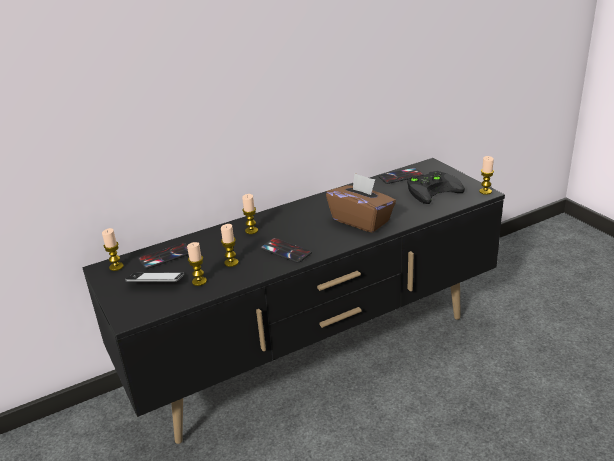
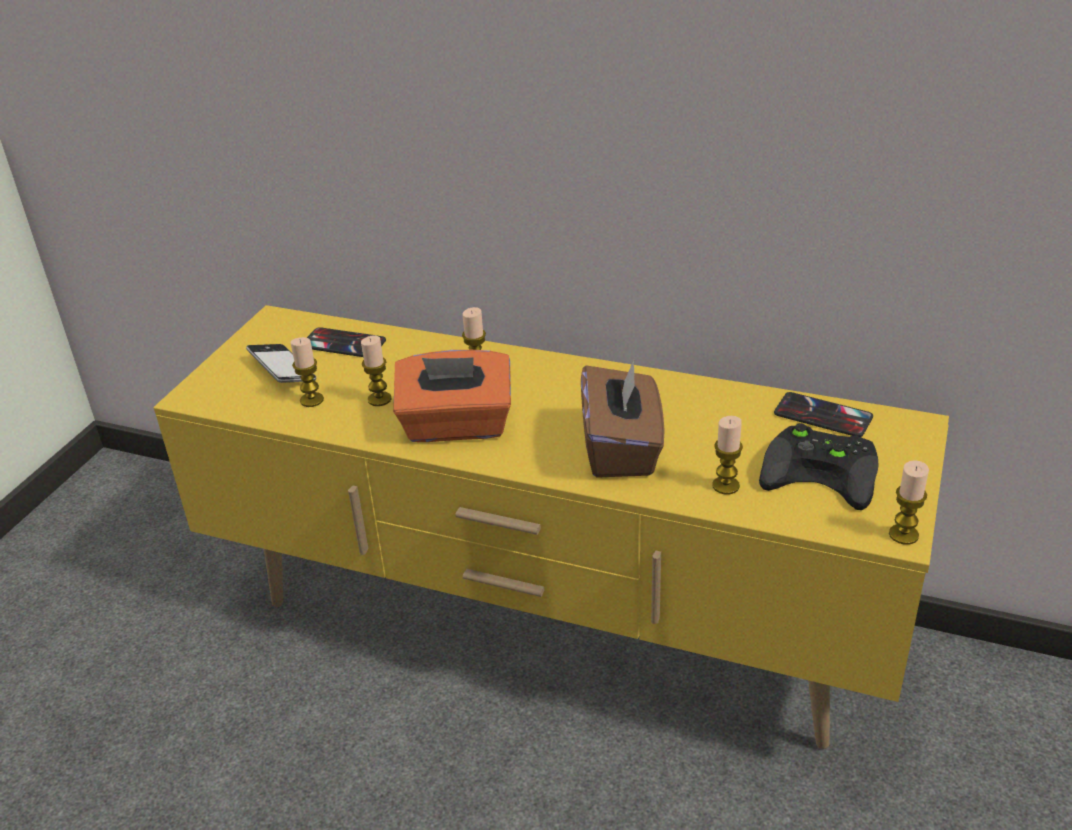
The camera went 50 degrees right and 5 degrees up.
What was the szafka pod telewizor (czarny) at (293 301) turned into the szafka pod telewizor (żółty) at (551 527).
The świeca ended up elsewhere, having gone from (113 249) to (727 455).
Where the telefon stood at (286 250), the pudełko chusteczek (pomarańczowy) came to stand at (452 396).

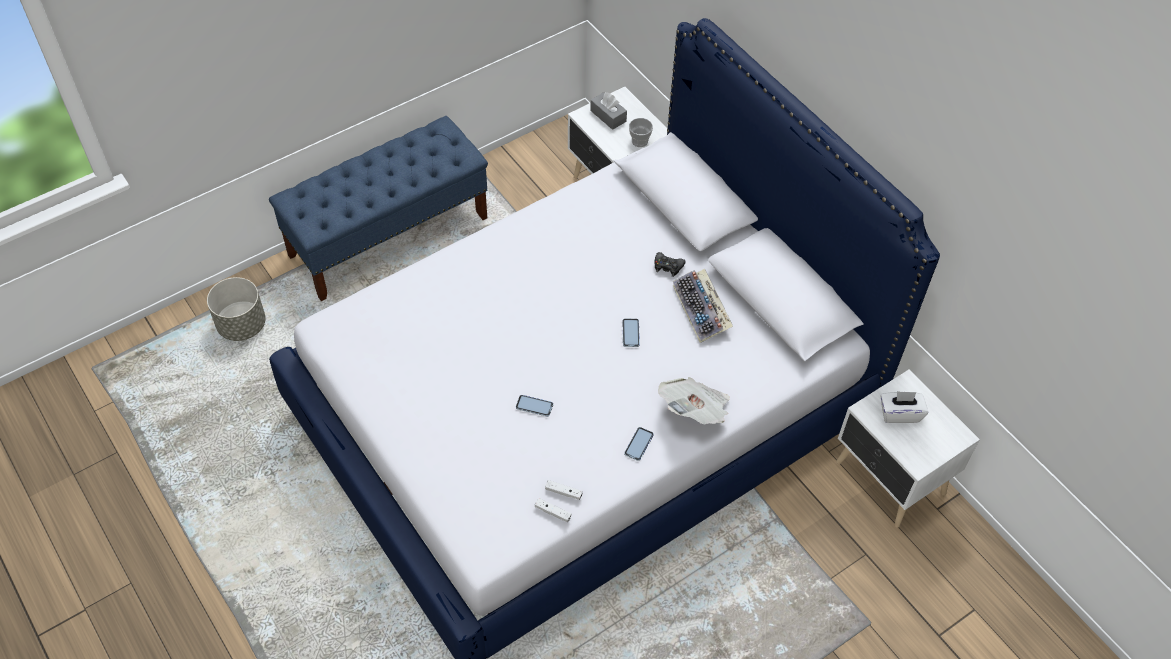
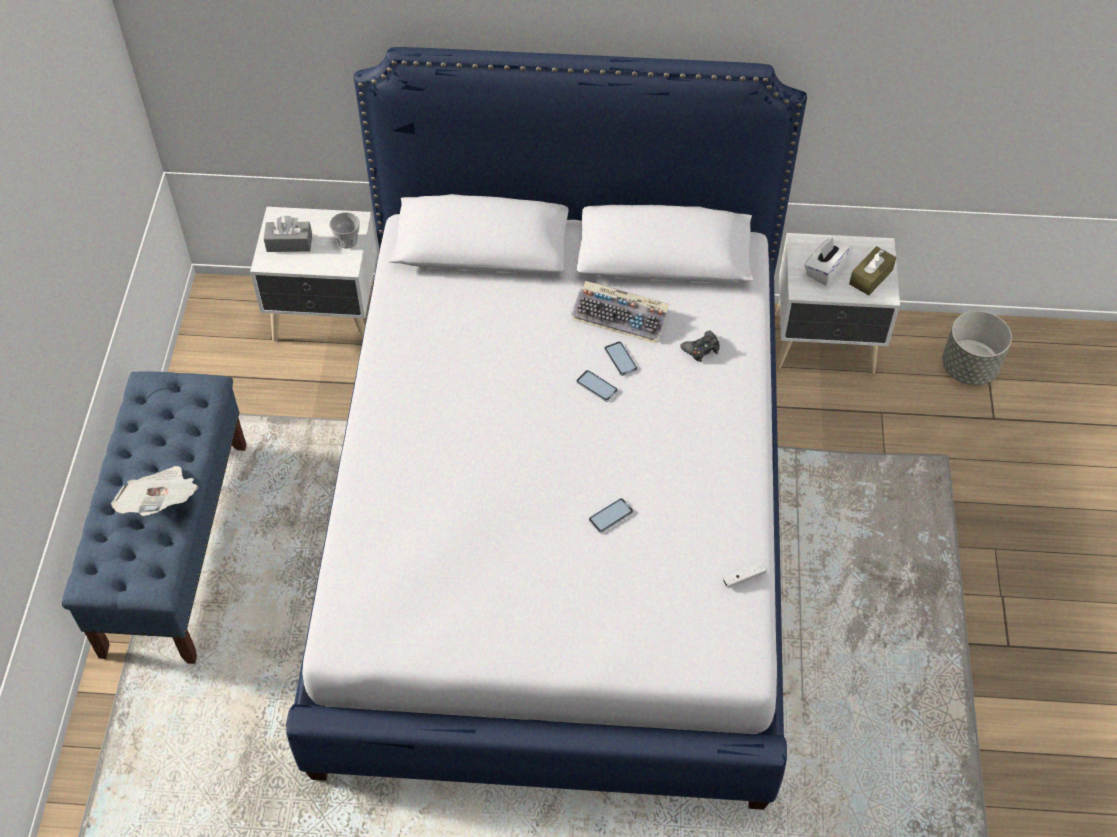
The camera went 50 degrees left and 0 degrees up.
The donica (szary) ended up elsewhere, having gone from (236 309) to (977 348).
The second view lost the pad do gier (biały) at (564 490).
The telefon ended up elsewhere, having gone from (639 444) to (621 358).
The pad do gier (czarny) ended up elsewhere, having gone from (670 264) to (700 346).
The gazeta ended up elsewhere, having gone from (694 400) to (155 491).
The second view gained the pudełko chusteczek (brązowy) at (872 270).

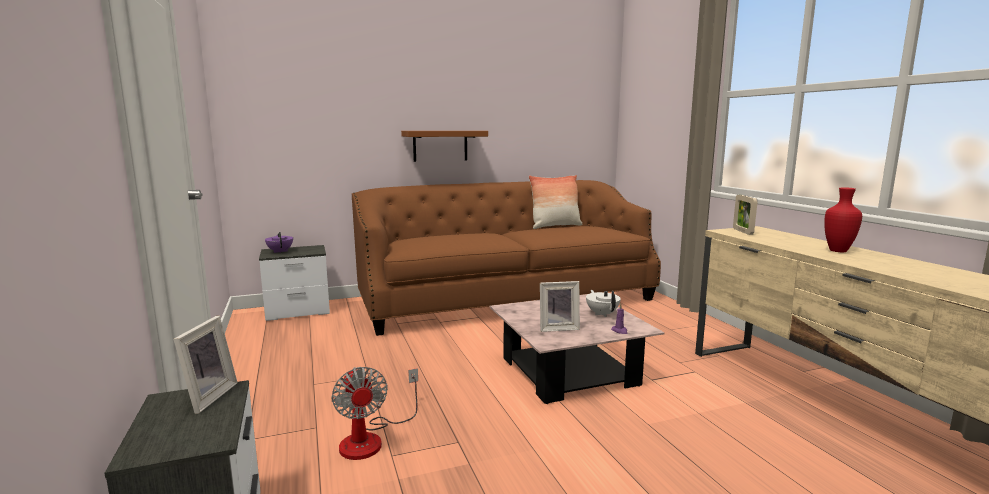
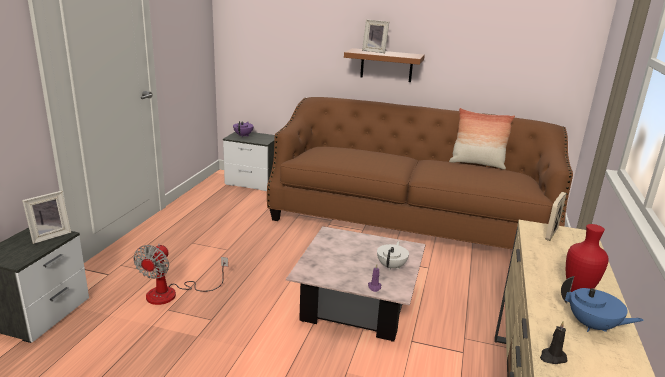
The camera went 35 degrees right and 10 degrees up.
The ramka na zdjęcie ended up elsewhere, having gone from (560 306) to (375 36).
The second view gained the świeca (czarny) at (554 342).
The second view gained the imbryk (niebieski) at (602 304).

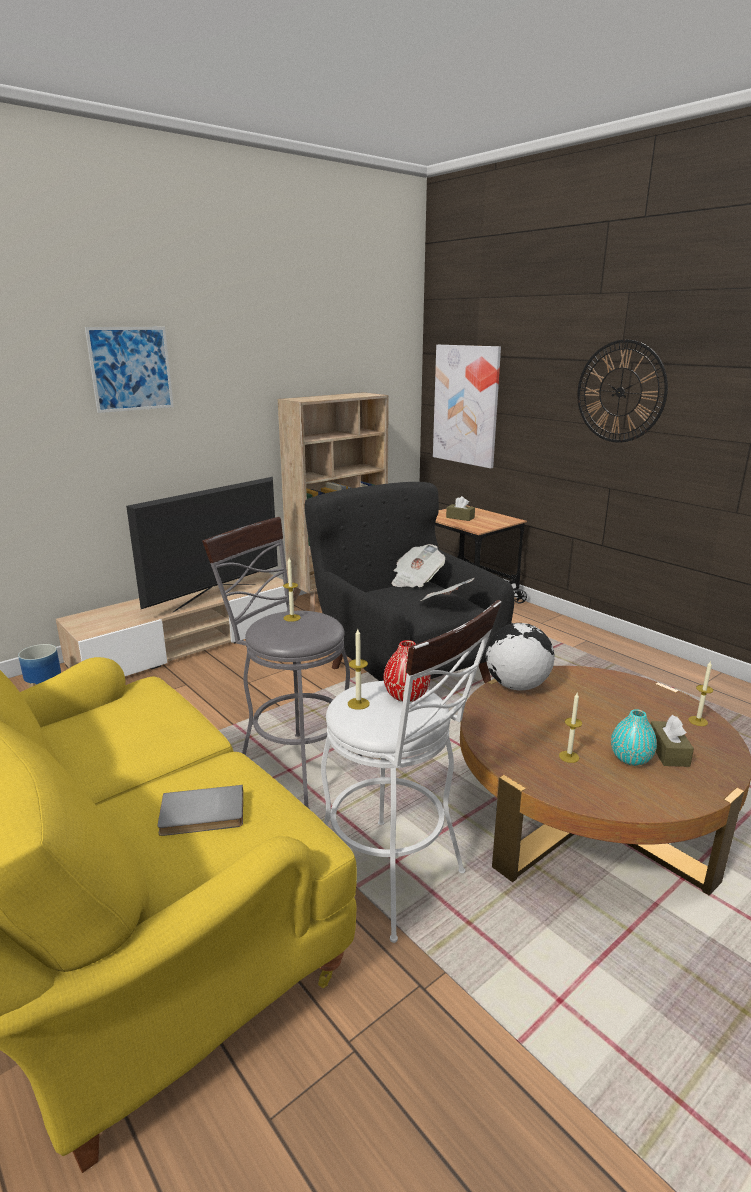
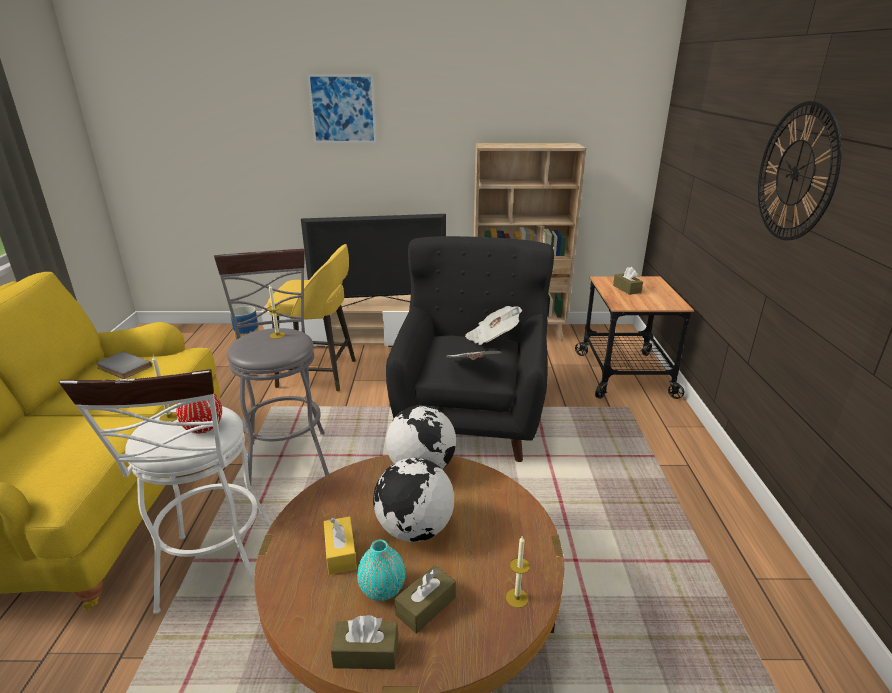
The camera went 40 degrees right and 5 degrees up.
The książka (szary) ended up elsewhere, having gone from (200 810) to (124 365).
The second view lost the obraz at (467 407).
Where the świeca stood at (570 728), the pudełko chusteczek (żółty) came to stand at (340 546).
The second view gained the stołek (żółty) at (312 318).
The second view gained the pudełko chusteczek (brązowy) at (364 642).
The second view gained the globus at (413 500).

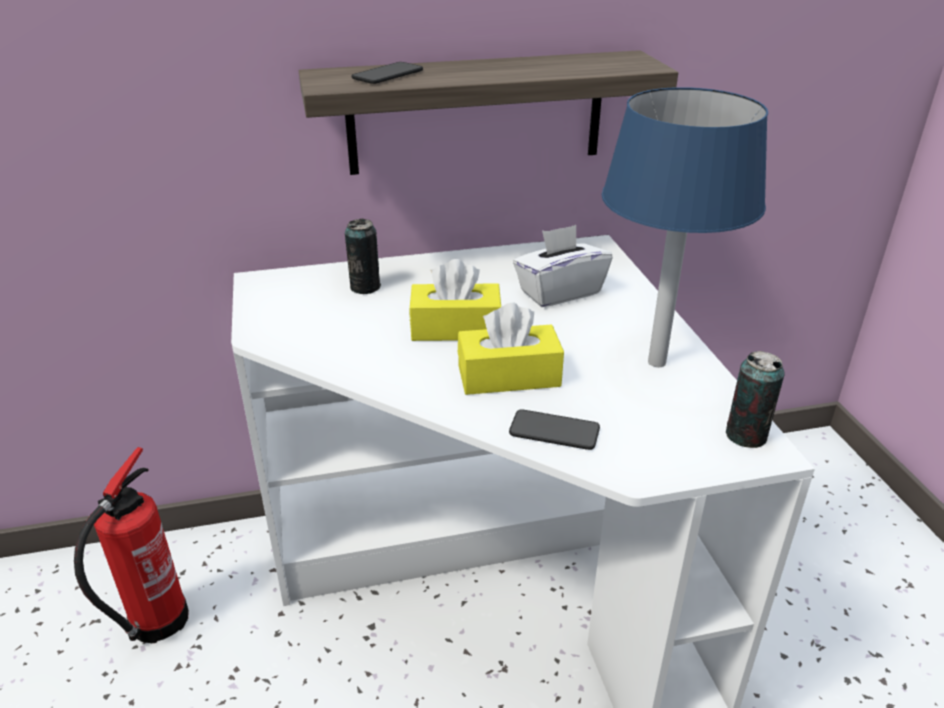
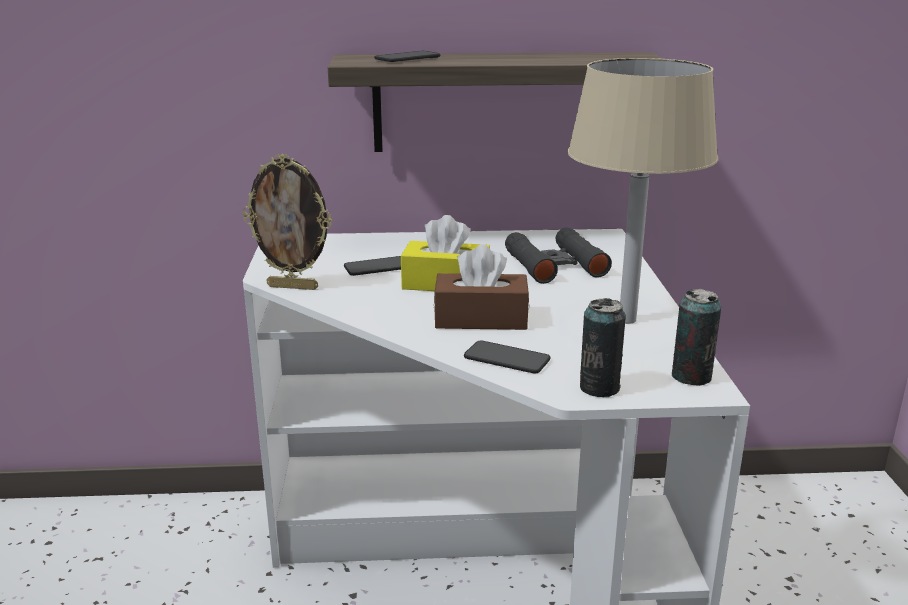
The camera went 10 degrees right and 10 degrees down.
The second view lost the gaśnica at (131 545).
The puszka ended up elsewhere, having gone from (363 256) to (603 347).
What was the pudełko chusteczek (żółty) at (511 348) turned into the pudełko chusteczek (brązowy) at (481 287).
Where the pudełko chusteczek (biały) stood at (563 266), the lornetka (czarny) came to stand at (558 255).
What was the lampa stołowa (niebieski) at (685 227) turned into the lampa stołowa (beżowy) at (643 191).
The second view gained the ramka na zdjęcie at (287 222).
The second view gained the telefon at (372 266).

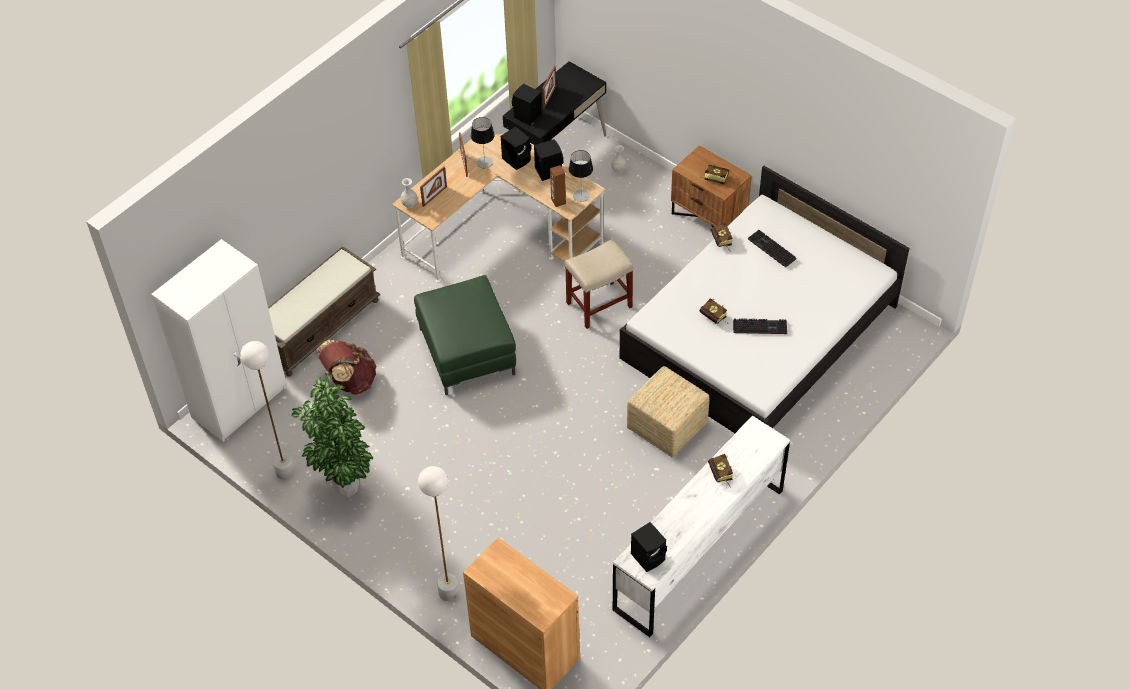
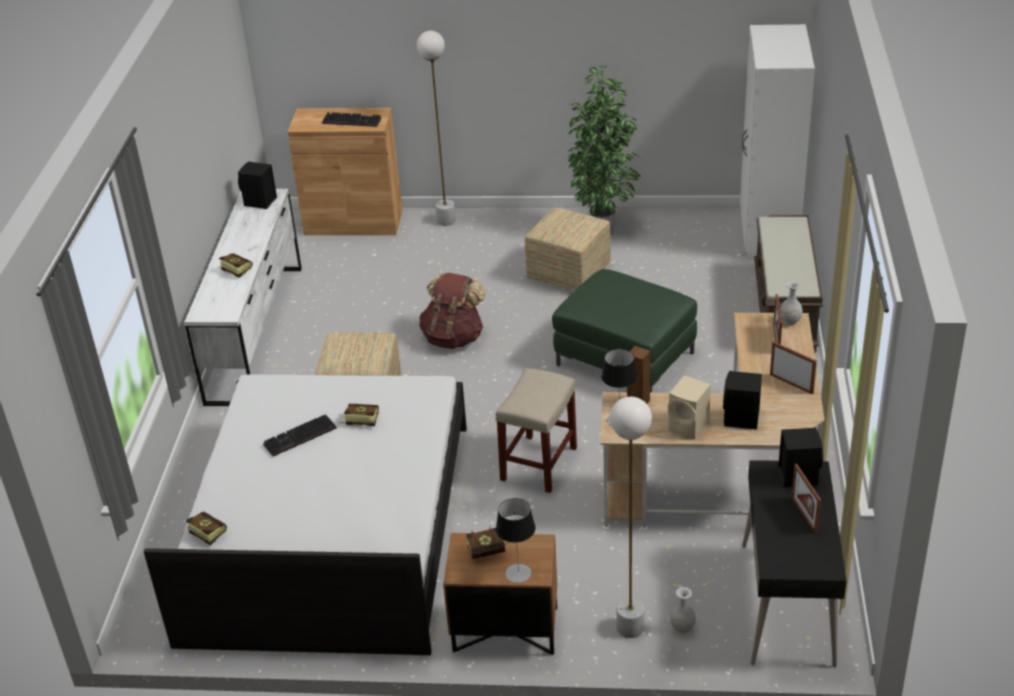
The camera went 145 degrees right and 15 degrees down.
The lampa stojąca (biały) ended up elsewhere, having gone from (267 410) to (631 517).
The plecak (brązowy) ended up elsewhere, having gone from (346 367) to (452 311).
The lampa stołowa ended up elsewhere, having gone from (483 142) to (515 540).
What was the głośnik (czarny) at (548 160) turned into the głośnik (beżowy) at (689 407).
The książka ended up elsewhere, having gone from (722 237) to (206 528).
The klawiatura ended up elsewhere, having gone from (772 248) to (351 119).
The second view gained the pufa at (568 249).

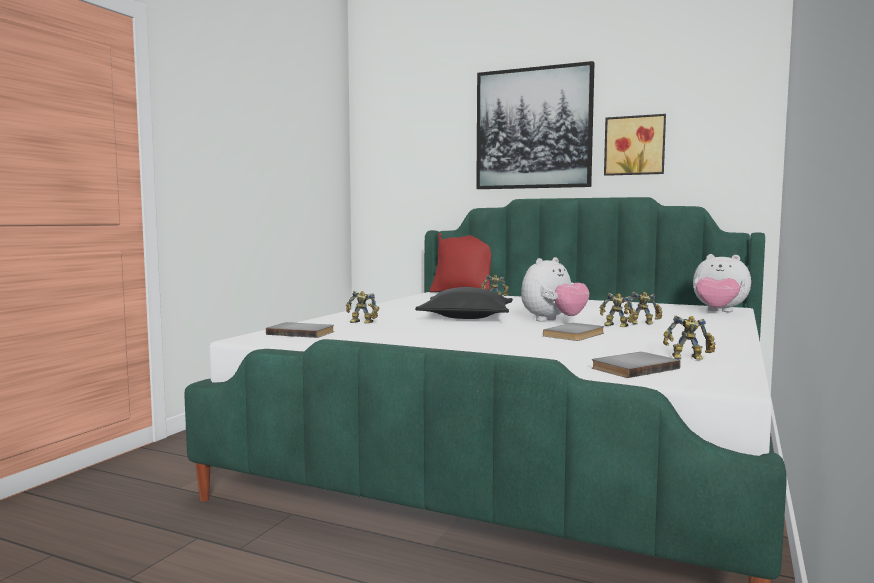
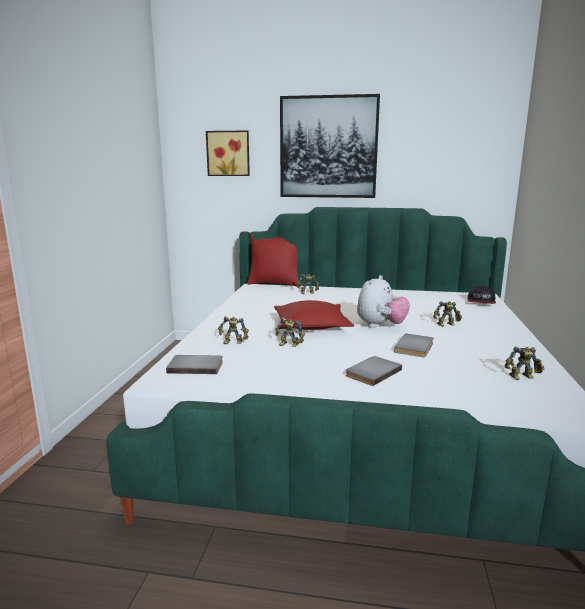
The camera went 15 degrees left and 10 degrees up.
What was the poduszka (czarny) at (464 303) turned into the poduszka (czerwony) at (314 315).
The książka (szary) ended up elsewhere, having gone from (636 365) to (373 371).
The robot zabawkowy ended up elsewhere, having gone from (618 310) to (290 332).
The obraz ended up elsewhere, having gone from (635 145) to (228 153).
Where the pluszak stood at (722 283), the czapka z daszkiem came to stand at (481 295).

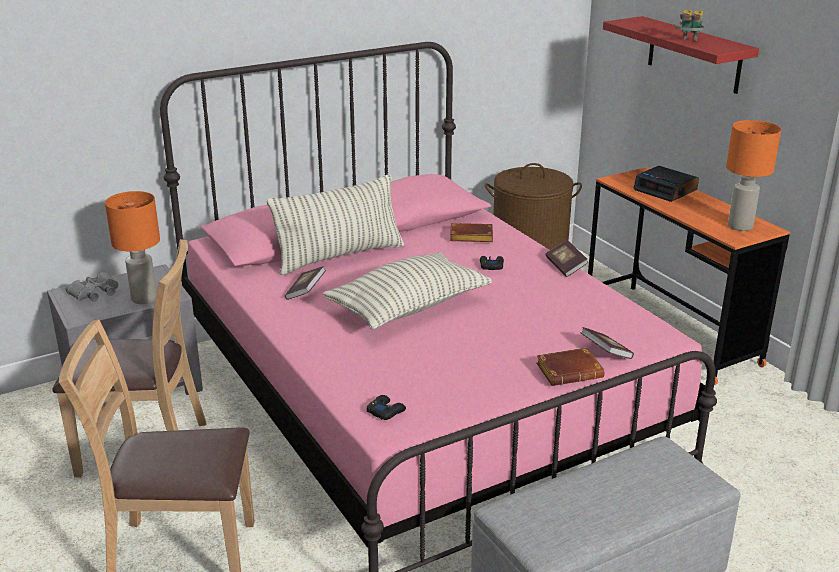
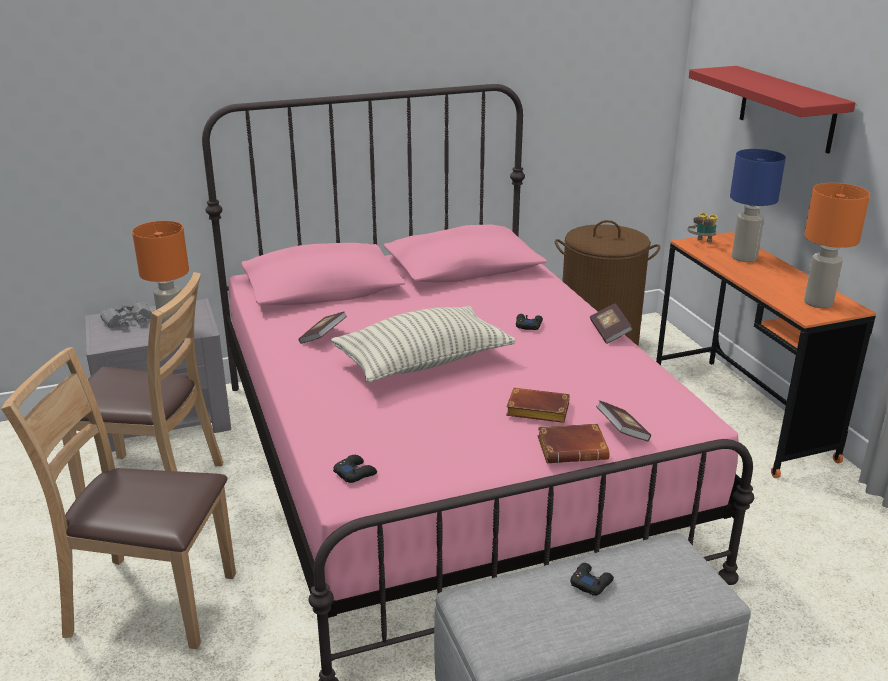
The camera went 10 degrees right and 0 degrees up.
The second view lost the poduszka at (335 225).
The książka (brązowy) ended up elsewhere, having gone from (471 232) to (538 405).
Where the budzik stood at (666 184), the lampa stołowa (niebieski) came to stand at (758 205).
The lornetka ended up elsewhere, having gone from (689 25) to (702 227).
The second view gained the pad do gier (czarny) at (592 579).

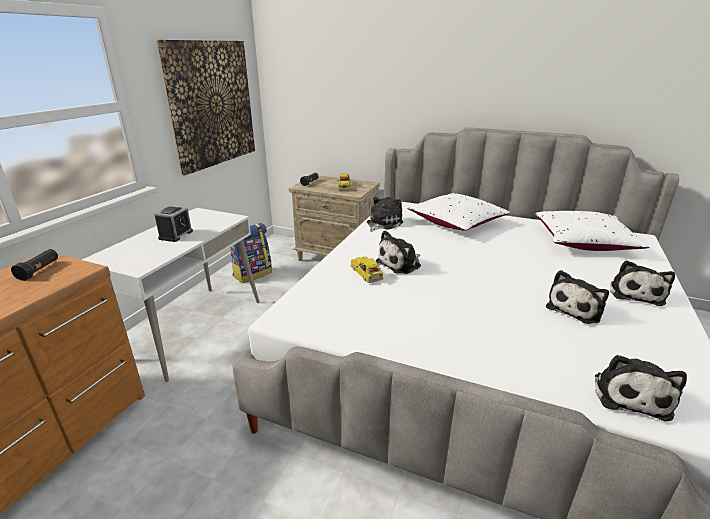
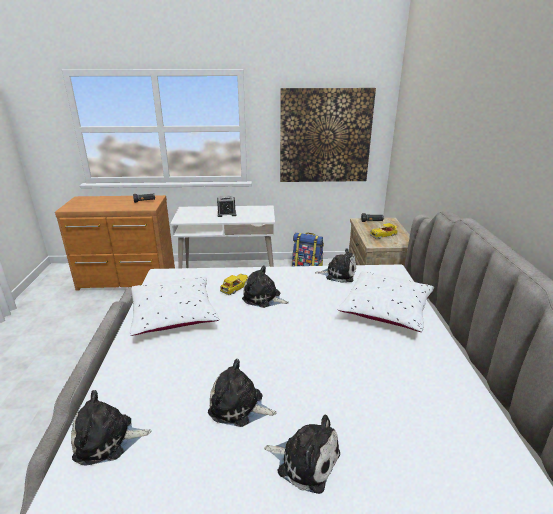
The camera went 65 degrees right and 0 degrees up.
The poduszka (biały) ended up elsewhere, having gone from (593 231) to (174 306).
The pluszak at (642 283) ended up facing another way, 150 degrees counterclockwise from before.

